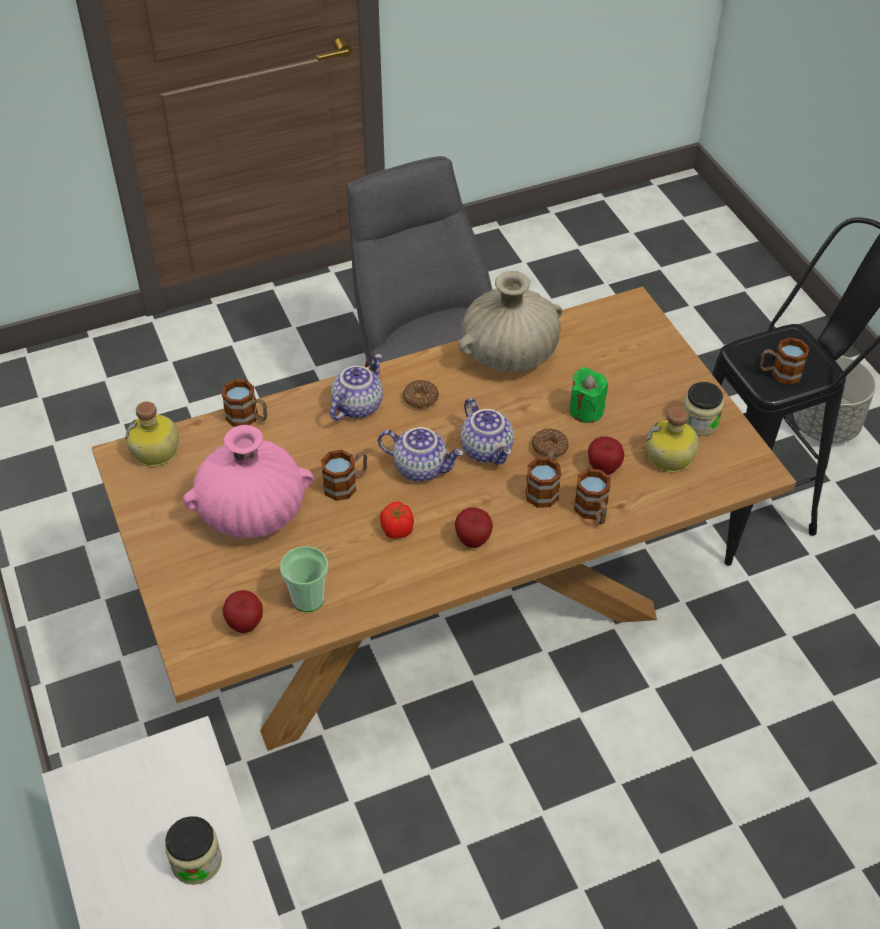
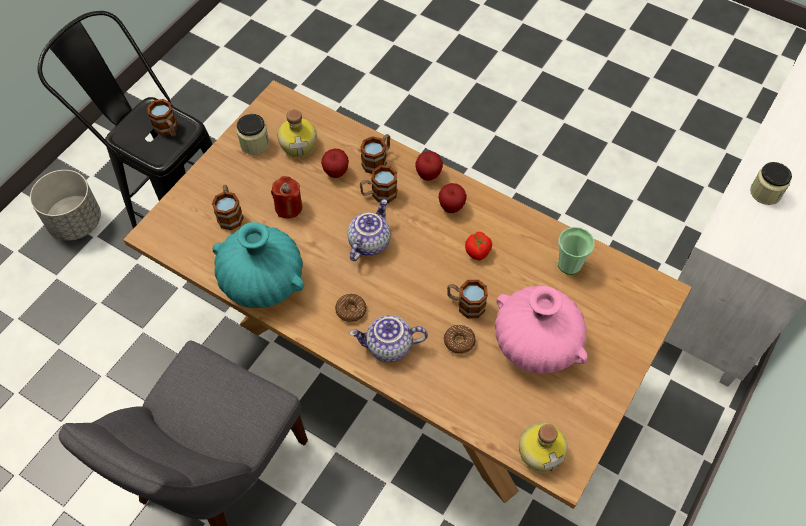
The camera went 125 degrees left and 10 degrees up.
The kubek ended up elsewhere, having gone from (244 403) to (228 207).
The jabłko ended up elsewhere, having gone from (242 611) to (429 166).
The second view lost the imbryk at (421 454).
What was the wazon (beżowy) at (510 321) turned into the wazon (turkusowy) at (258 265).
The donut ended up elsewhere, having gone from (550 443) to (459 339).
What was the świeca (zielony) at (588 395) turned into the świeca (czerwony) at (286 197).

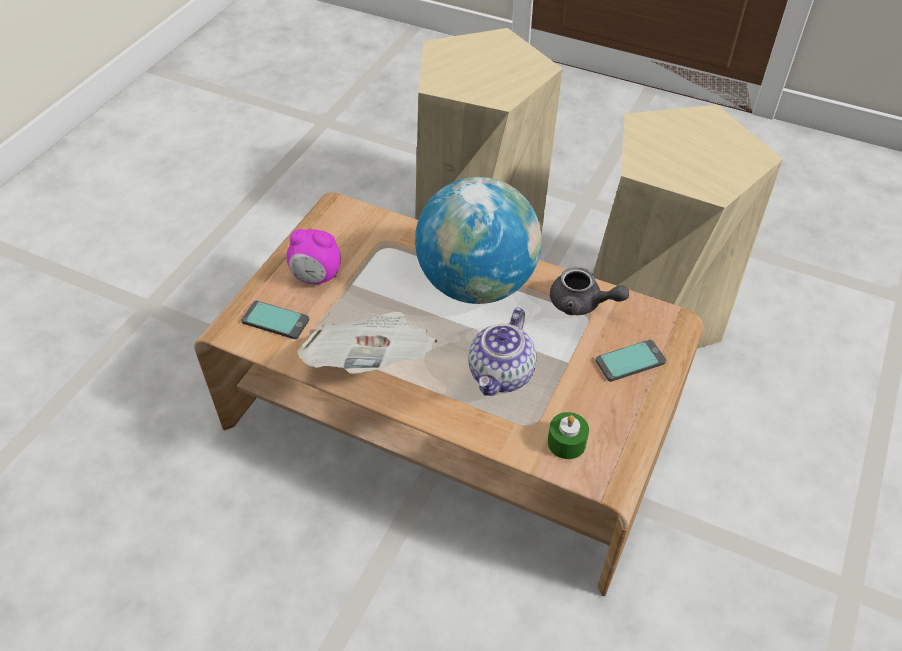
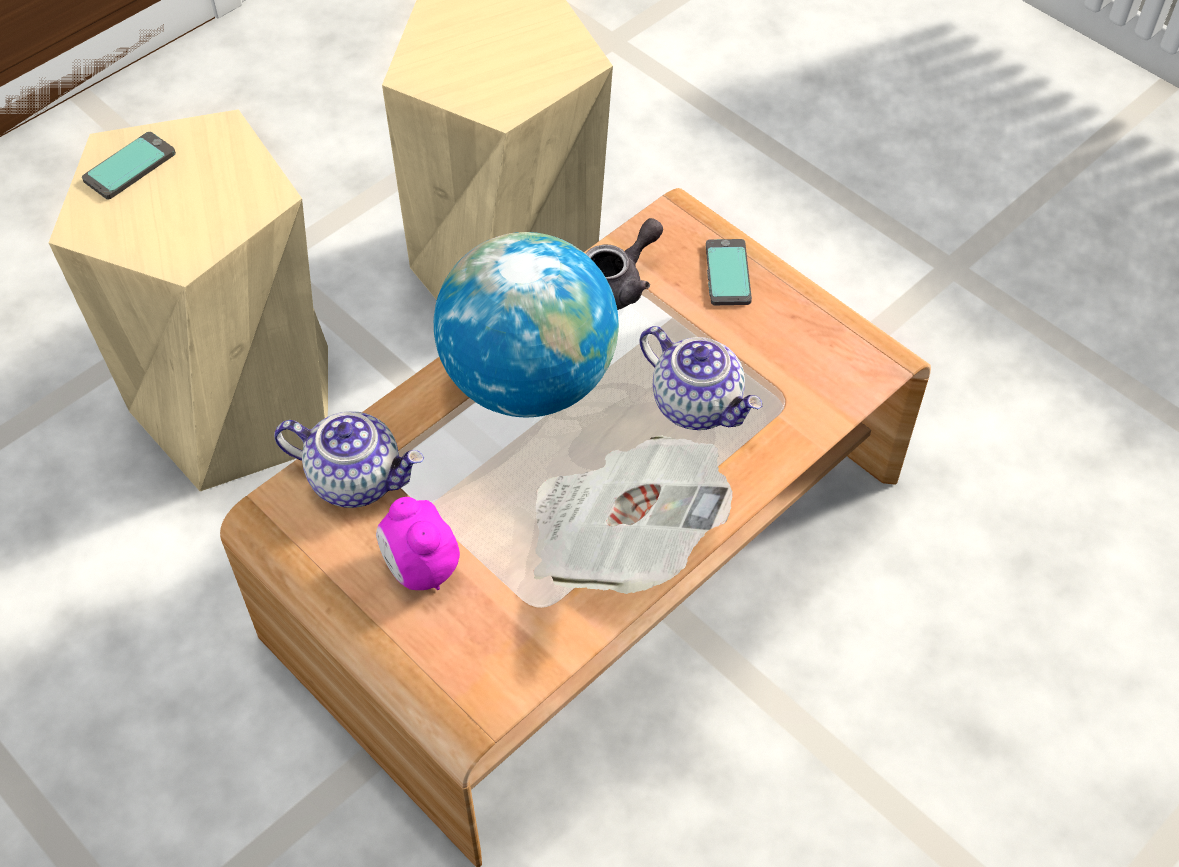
The camera went 70 degrees left and 5 degrees up.
The telefon ended up elsewhere, having gone from (275 320) to (129 165).
The budzik at (313 256) ended up facing another way, 120 degrees clockwise from before.
The second view lost the świeca (zielony) at (568 435).
The second view gained the imbryk at (349 459).

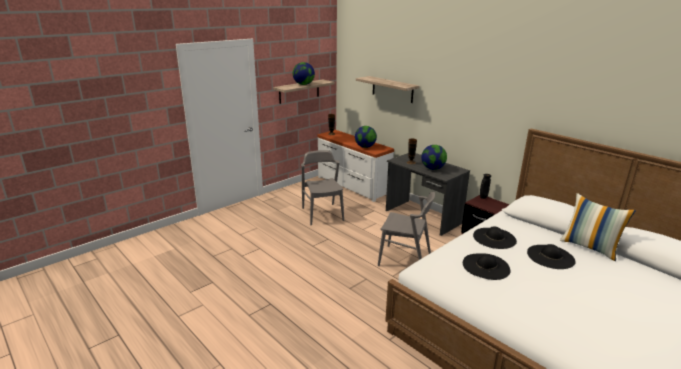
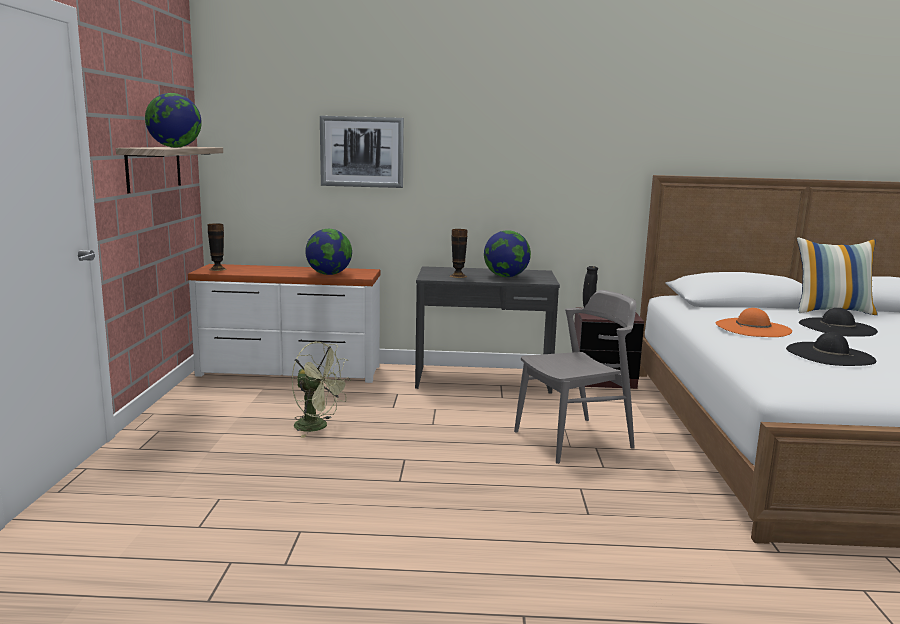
The camera went 45 degrees left and 10 degrees down.
Where the krzesło (szary) stood at (322 187), the wentylator (zielony) came to stand at (321 390).
Where the półka hung at (387 89), the obraz came to hang at (362 152).
What was the kapelusz (czarny) at (495 237) turned into the kapelusz (pomarańczowy) at (754 322).

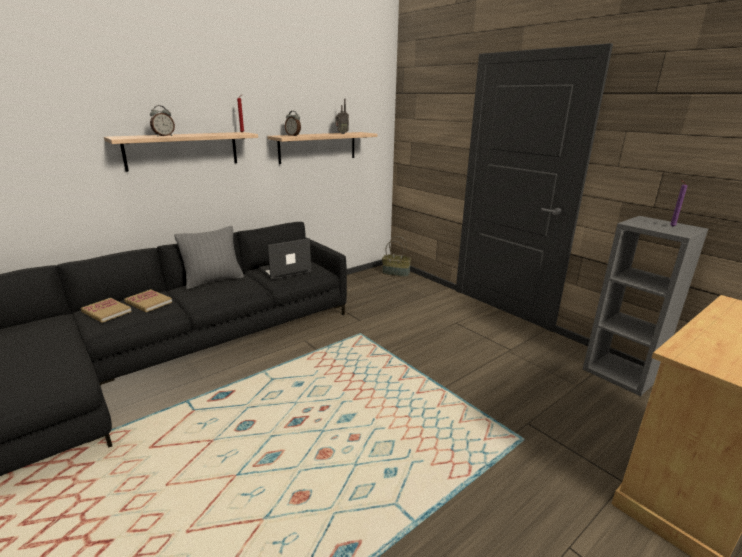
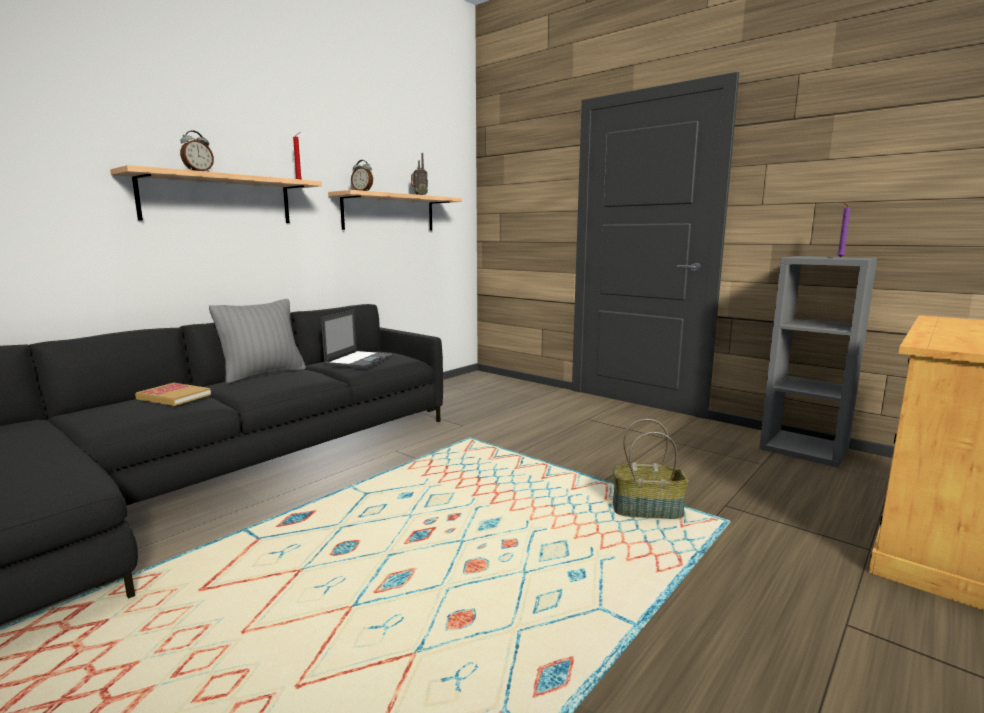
The camera went 10 degrees left and 10 degrees down.
The second view lost the książka at (106 310).
The laptop at (285 259) ended up facing another way, 150 degrees clockwise from before.
The koszyk ended up elsewhere, having gone from (396 256) to (651 469).

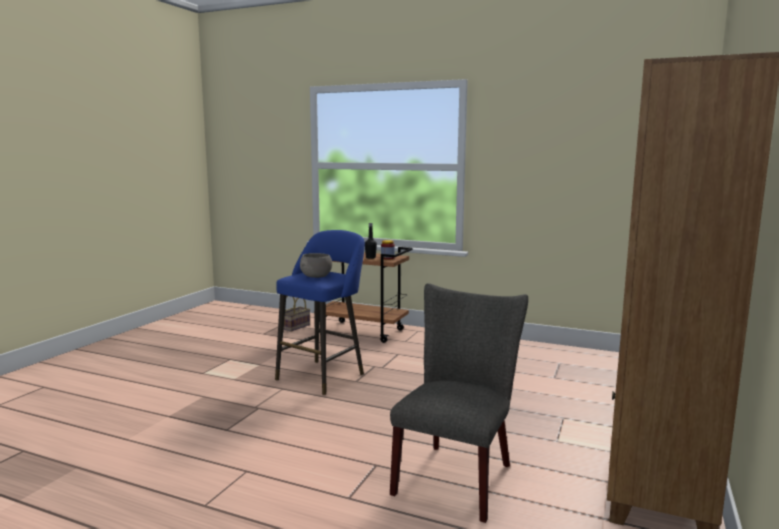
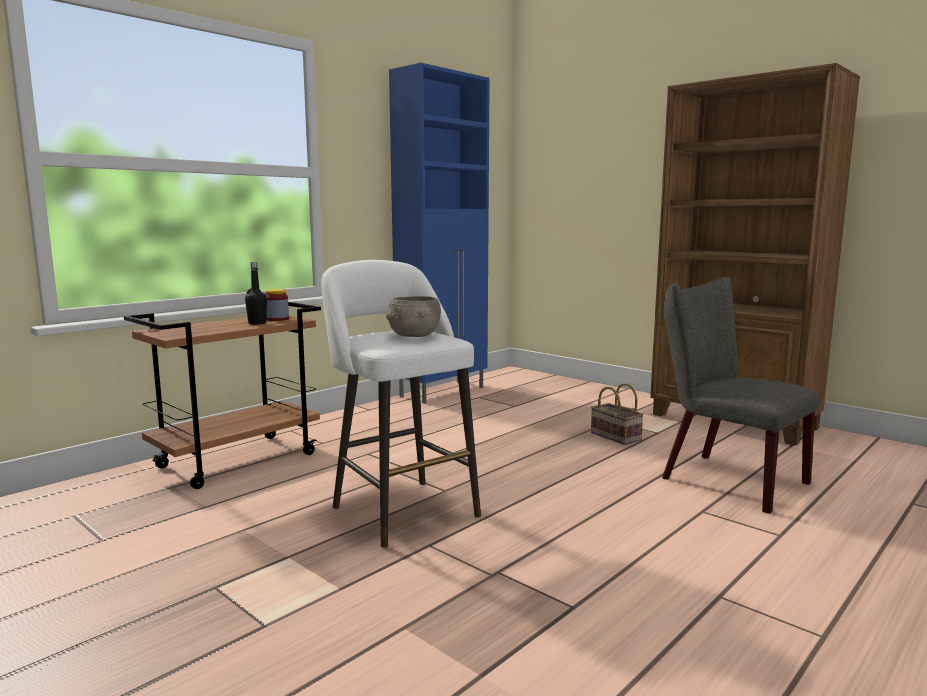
The camera went 70 degrees left and 0 degrees up.
What was the stołek (niebieski) at (320 312) turned into the stołek (biały) at (401 404).
The koszyk ended up elsewhere, having gone from (296 314) to (617 414).
The second view gained the szafka (niebieski) at (439 233).

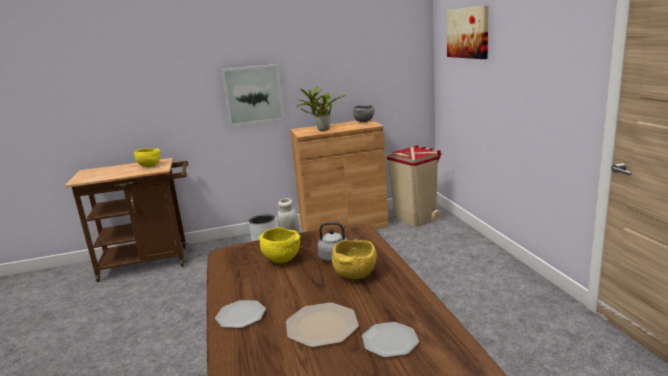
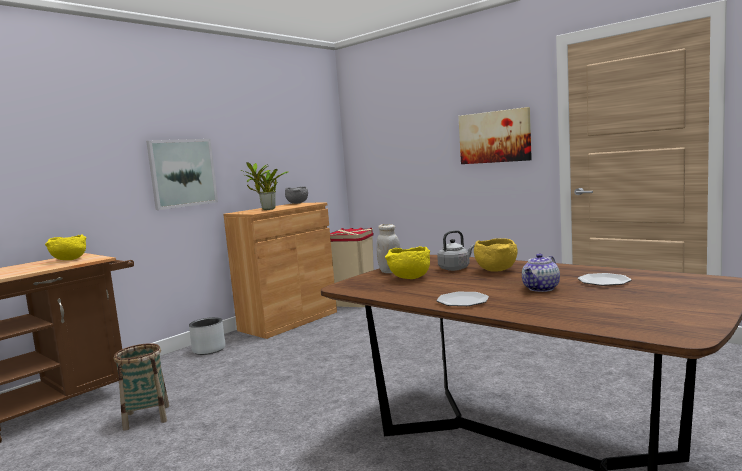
The camera went 35 degrees left and 10 degrees down.
Where the talerz stood at (322 325), the imbryk came to stand at (541 273).
The obraz ended up elsewhere, having gone from (468 32) to (495 135).
The second view gained the koszyk at (141 387).

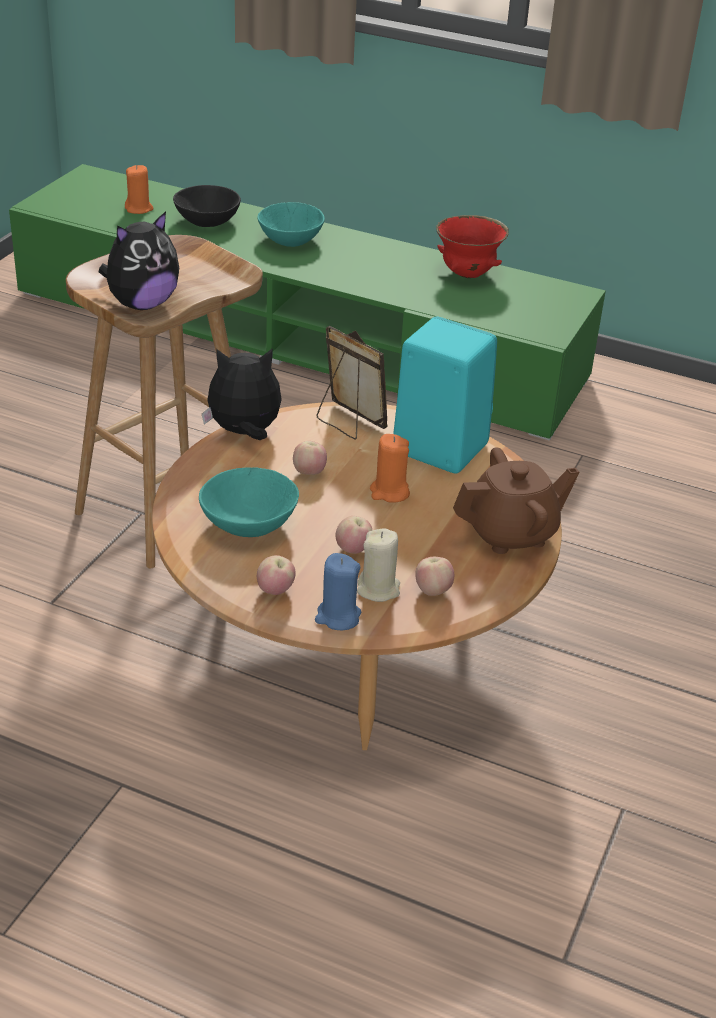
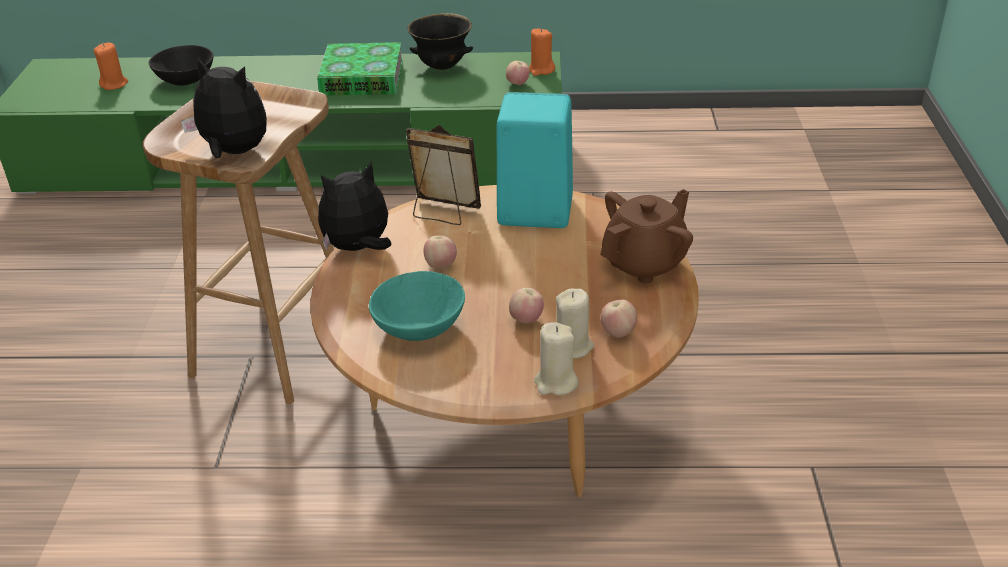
The camera went 20 degrees left and 0 degrees up.
The pluszak at (138 260) ended up facing another way, 90 degrees counterclockwise from before.
The second view lost the miska (turkusowy) at (291 224).
The jabłko ended up elsewhere, having gone from (276 575) to (518 73).
What was the świeca (niebieski) at (338 591) turned into the świeca (beżowy) at (556 358).
The świeca (pomarańczowy) ended up elsewhere, having gone from (390 468) to (542 52).
What was the miska (czerwony) at (472 246) turned into the miska (czarny) at (440 41).
The second view gained the książka at (360 69).

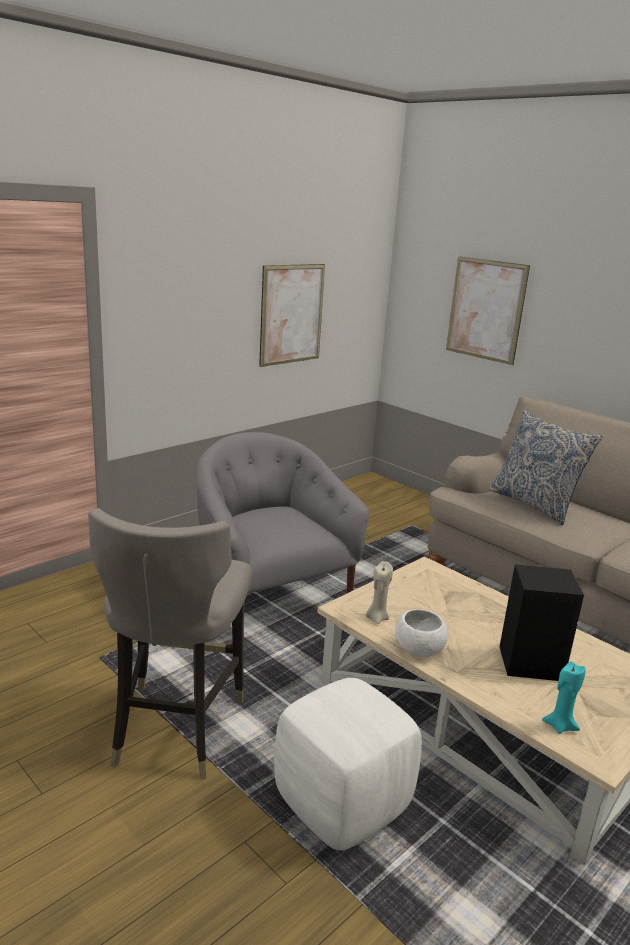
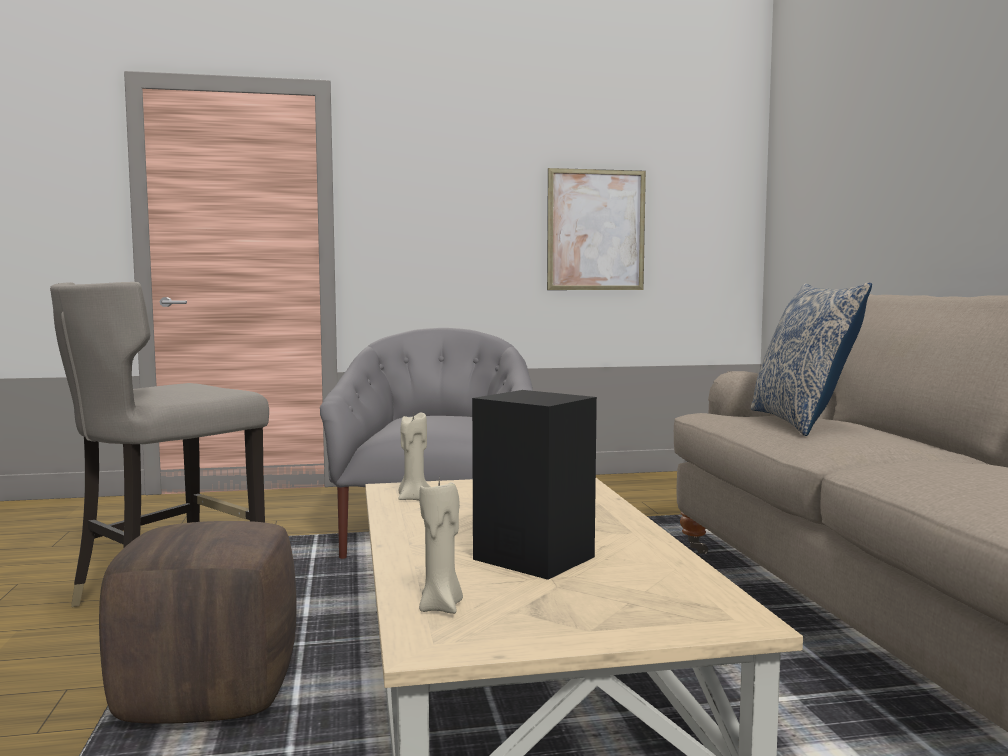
The camera went 35 degrees right and 15 degrees down.
What was the pufa (biały) at (348 764) turned into the pufa (brązowy) at (198 622).
The second view lost the miska (biały) at (421 633).
The second view lost the obraz at (488 310).
What was the świeca (turkusowy) at (564 697) turned into the świeca (beżowy) at (441 547).

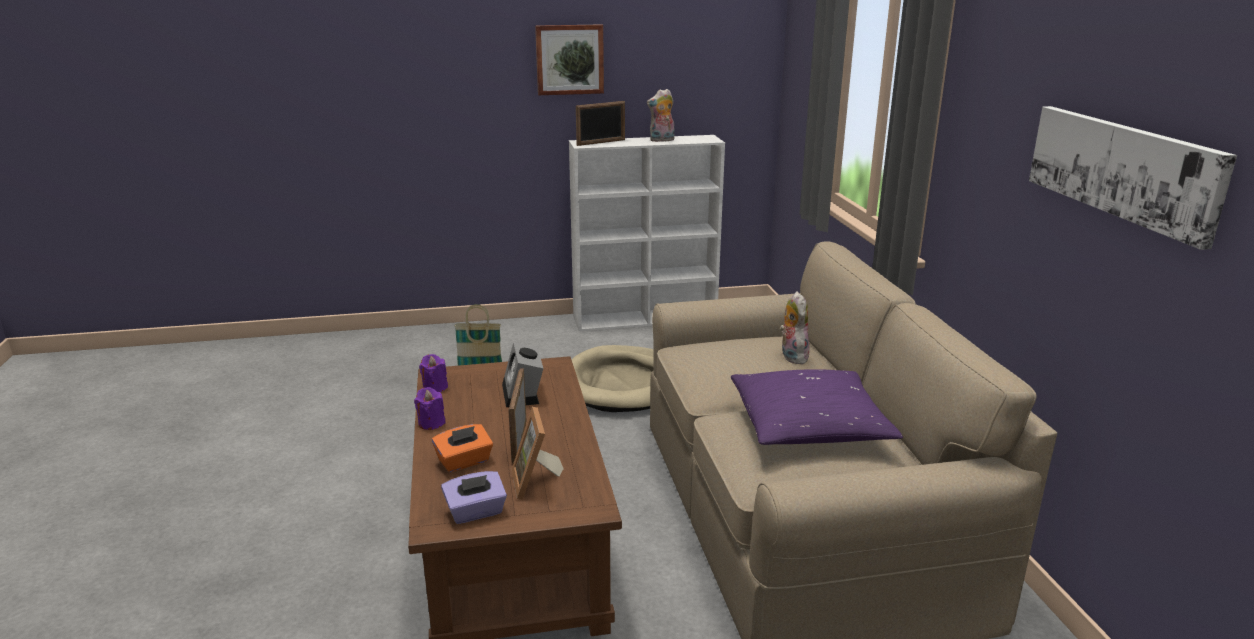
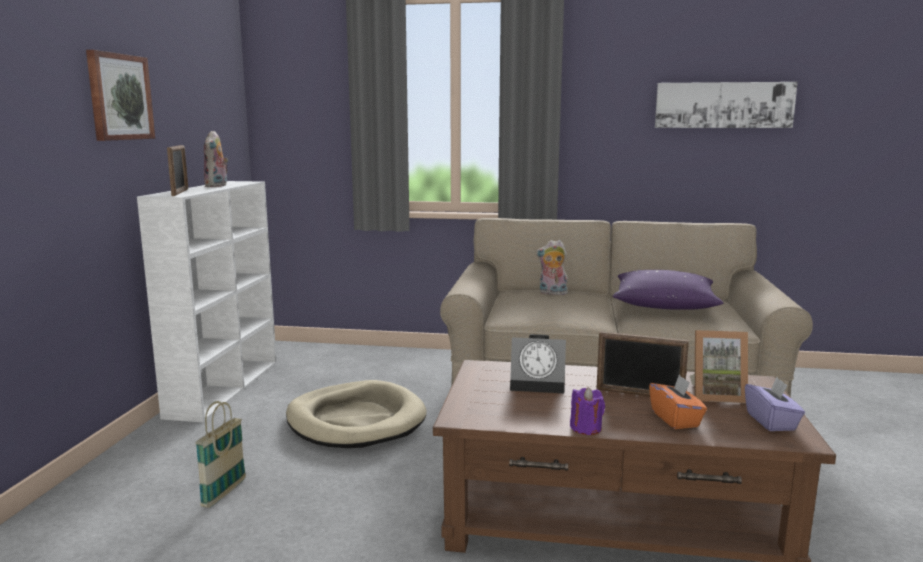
The camera went 70 degrees left and 10 degrees down.
The second view lost the świeca (fioletowy) at (433 373).

